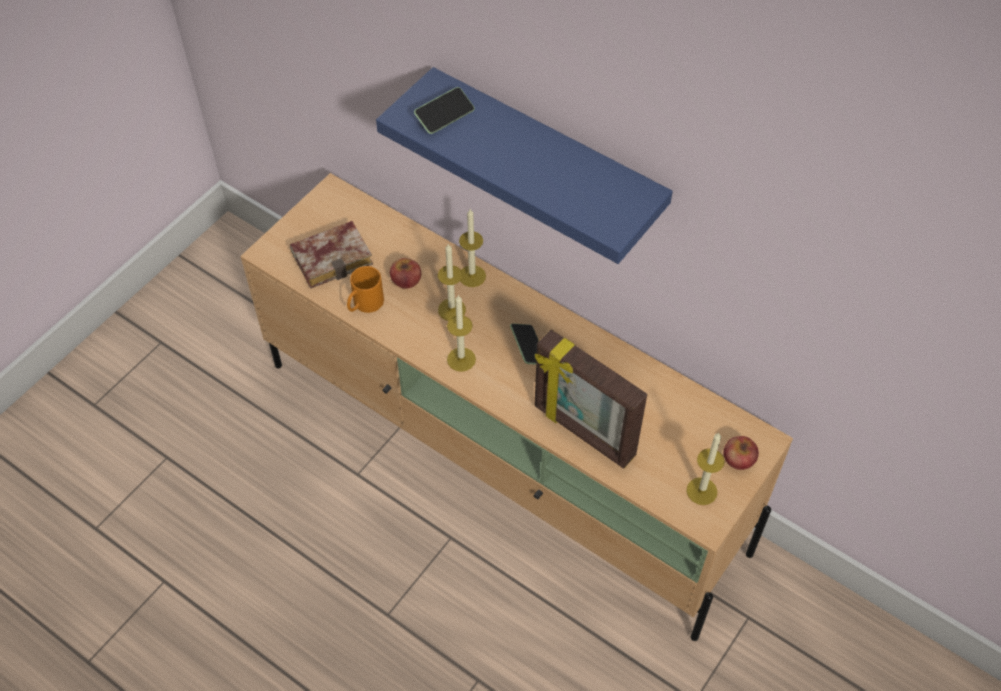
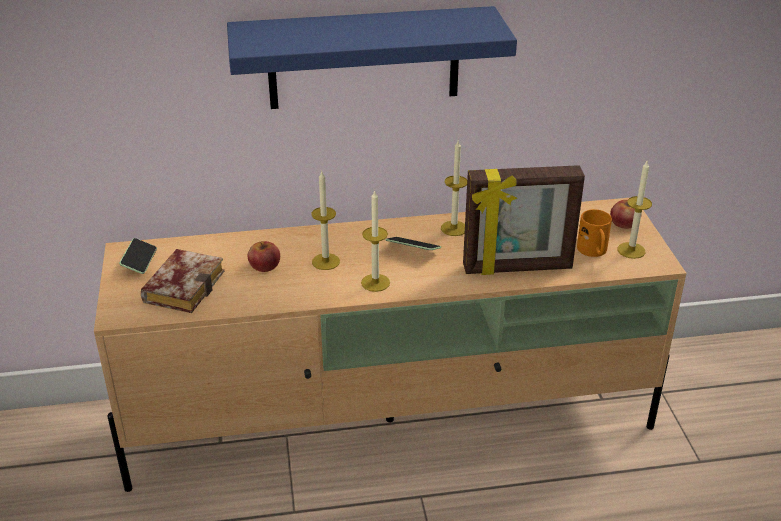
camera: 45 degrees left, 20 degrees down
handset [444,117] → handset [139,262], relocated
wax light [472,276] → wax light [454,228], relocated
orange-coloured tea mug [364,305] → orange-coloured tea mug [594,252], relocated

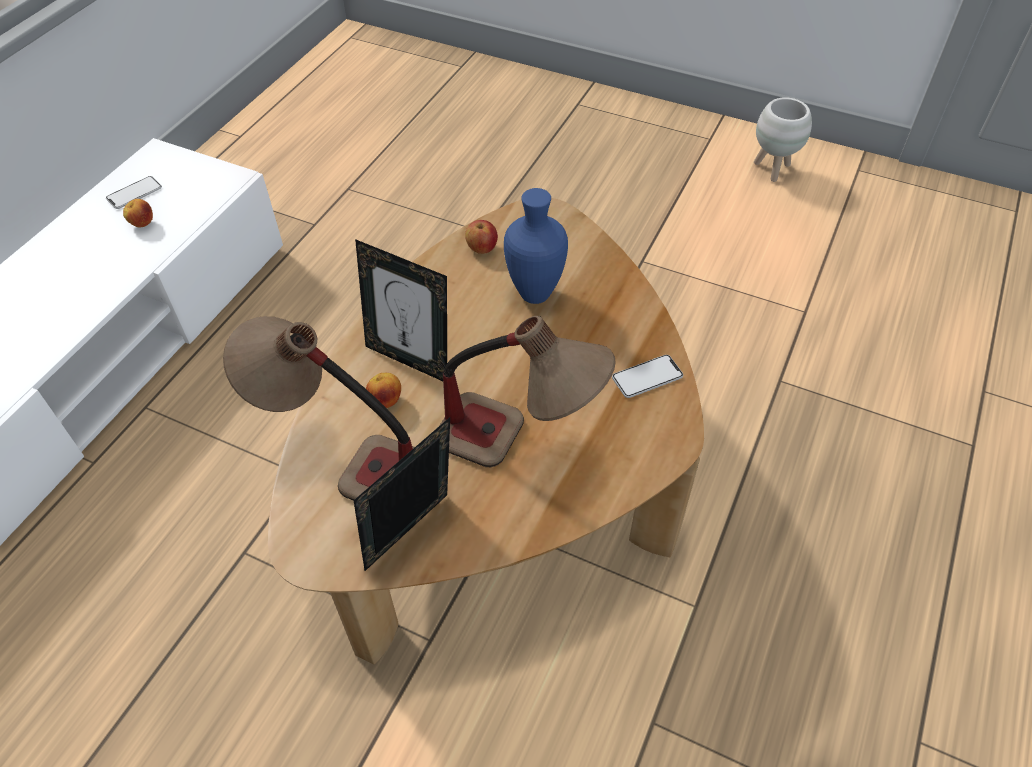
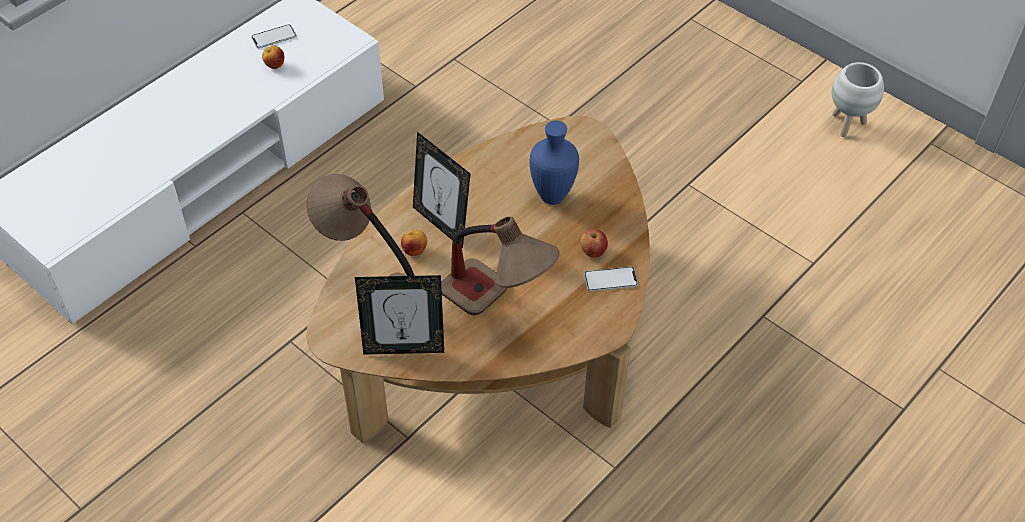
camera: 15 degrees right, 0 degrees up
picture frame [413,537] → picture frame [404,347], 150 degrees counterclockwise
whole apple [482,248] → whole apple [593,252], relocated

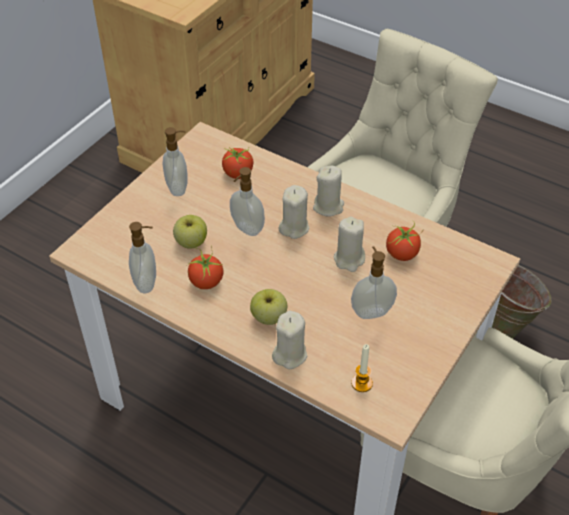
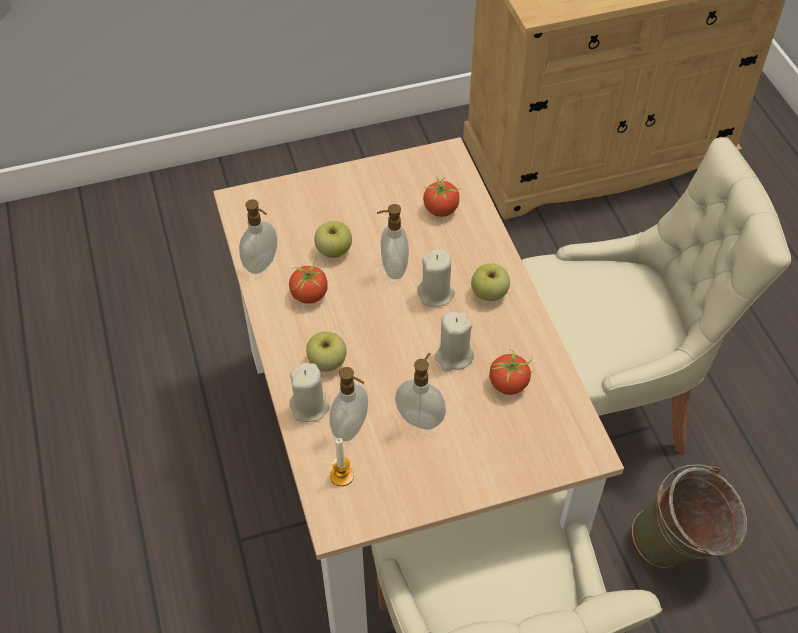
camera: 40 degrees right, 5 degrees up
soap bottle [178,188] → soap bottle [351,428], relocated
beige wax light [328,207] → whole apple [489,293]

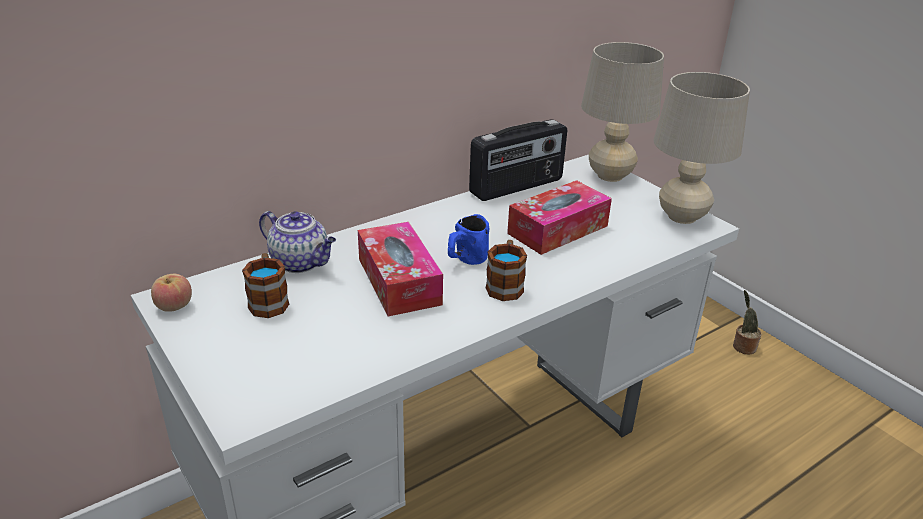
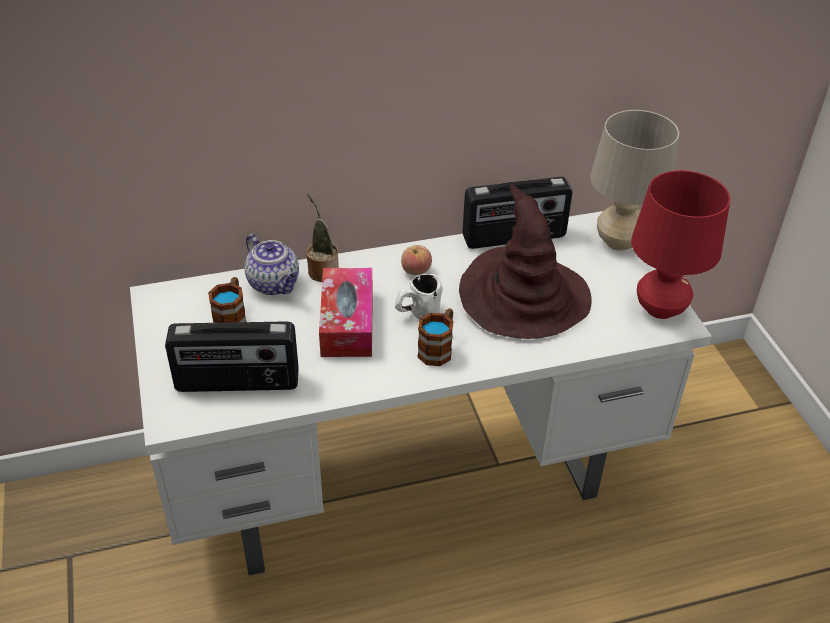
camera: 20 degrees right, 10 degrees up
- → radio set [237,383]
plant in a pot [742,346] → plant in a pot [322,270], relocated
bluish tea mug [465,260] → white tea mug [417,314]
whole apple [174,306] → whole apple [415,271], relocated
tissue holder [558,229] → brown wearable hat [523,297]
beige tabletop lamp [681,216] → red tabletop lamp [660,309]

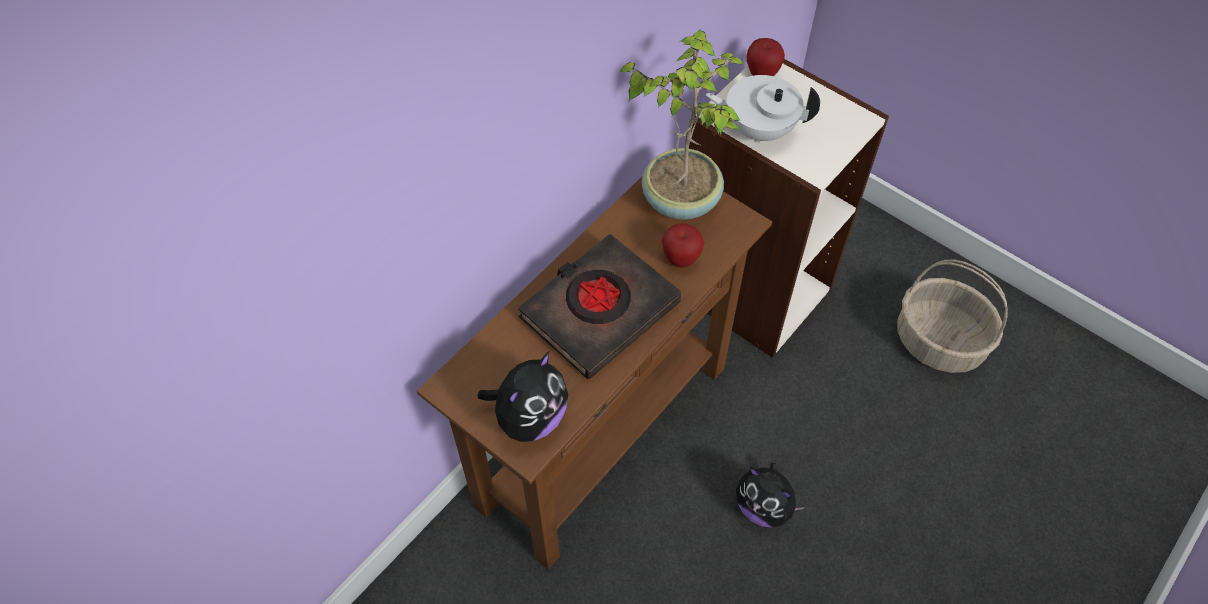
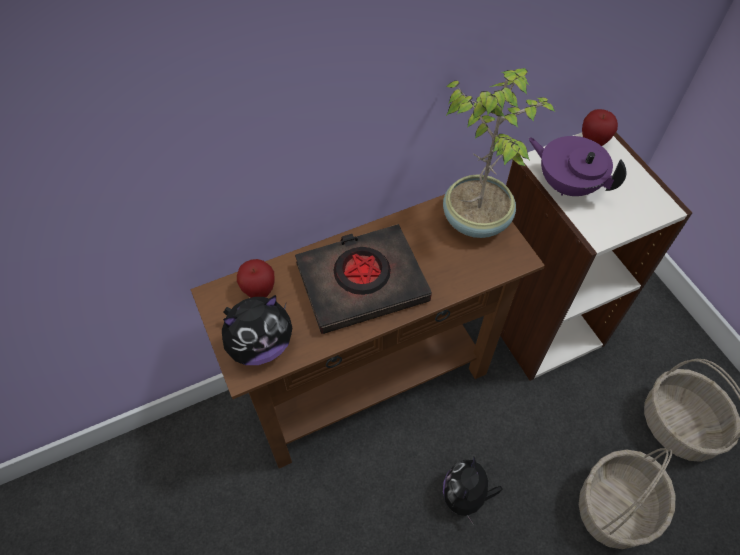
camera: 25 degrees right, 0 degrees up
whole apple [681,259] → whole apple [259,291], relocated
plush toy [764,507] → plush toy [465,496], 45 degrees clockwise
white pot for tea [758,129] → purple-coloured pot for tea [567,184]
- → storage basket [614,506]

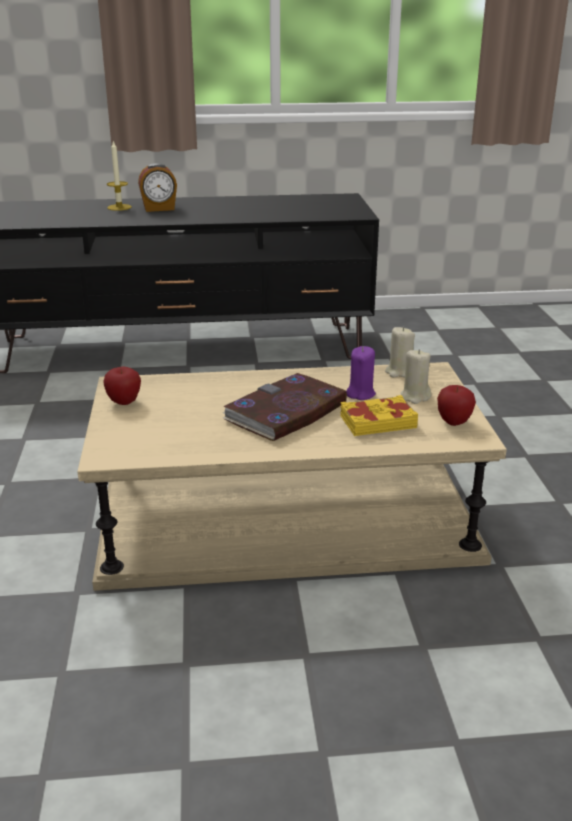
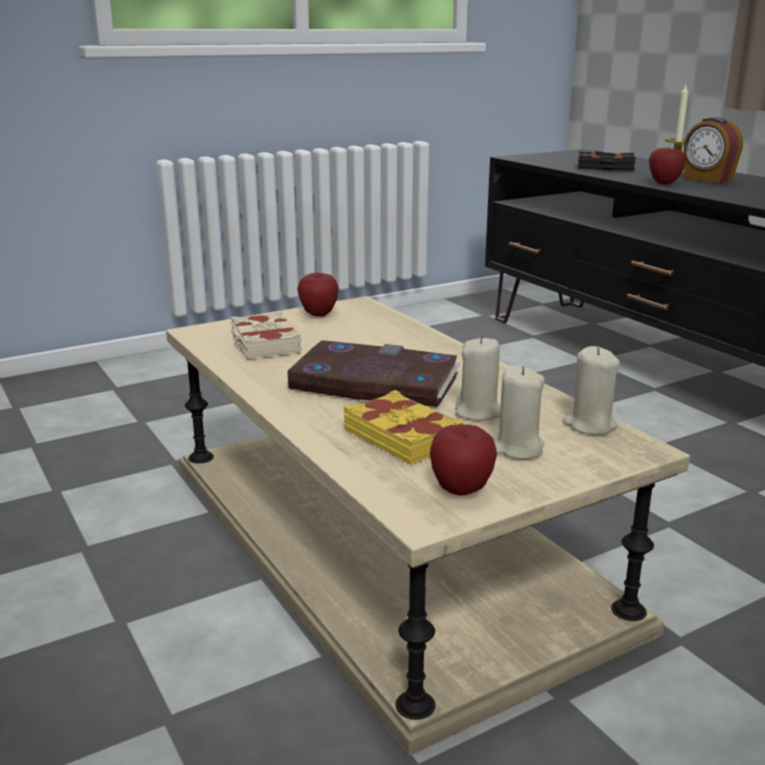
camera: 65 degrees right, 5 degrees down
- → beige bound book [264,344]
purple-coloured wax light [360,394] → beige wax light [479,412]
- → black bound book [605,168]
- → whole apple [664,183]

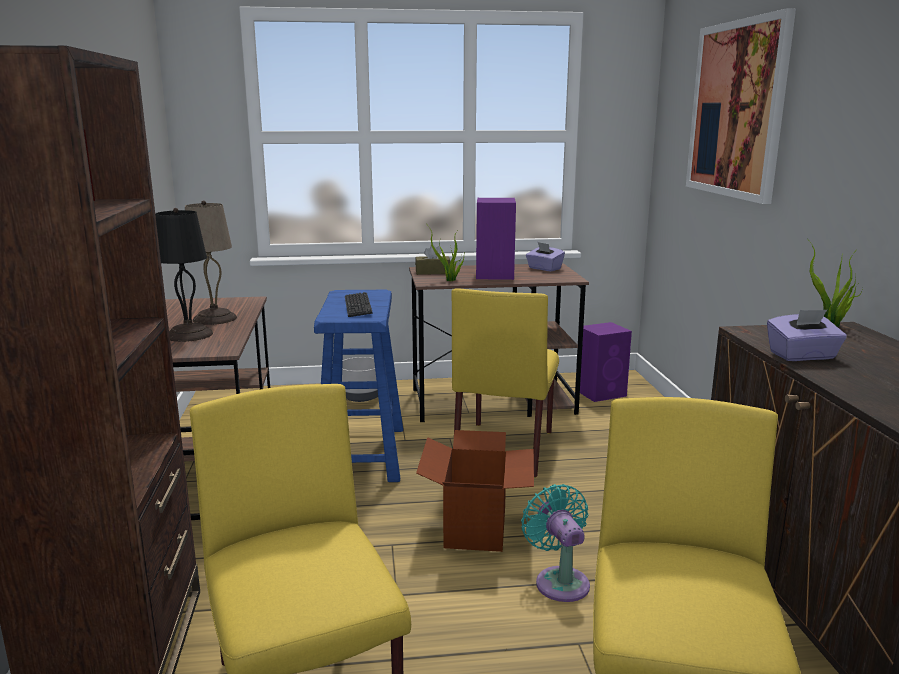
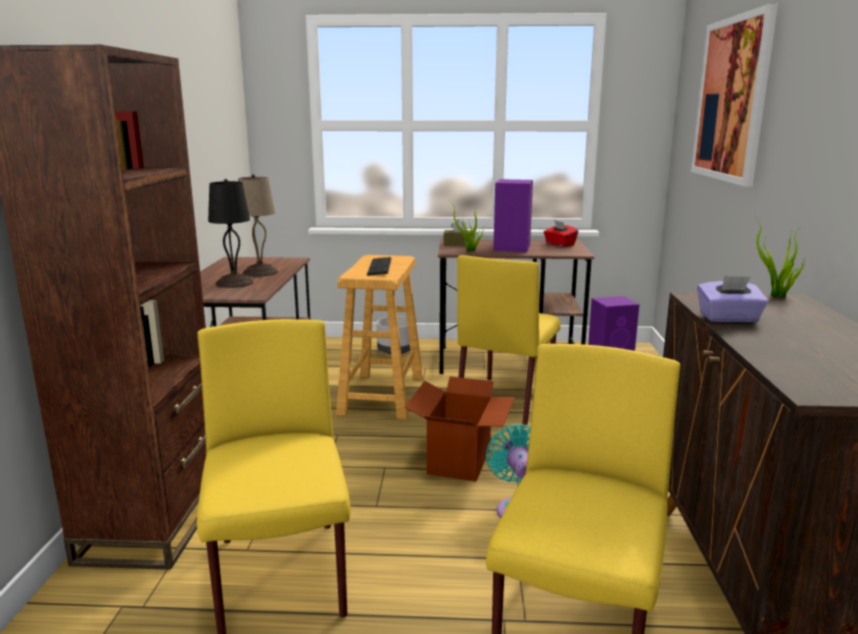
camera: 10 degrees right, 0 degrees up
bluish stool [361,454] → beige stool [382,396]
purple-coloured tissue holder [544,268] → red tissue holder [559,244]

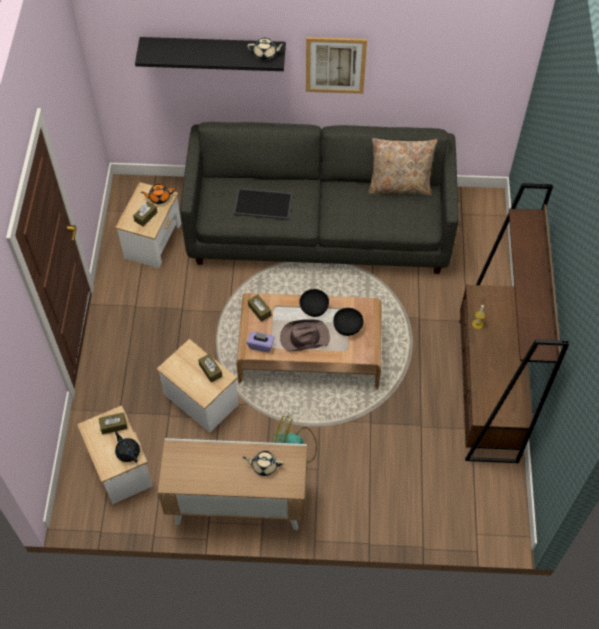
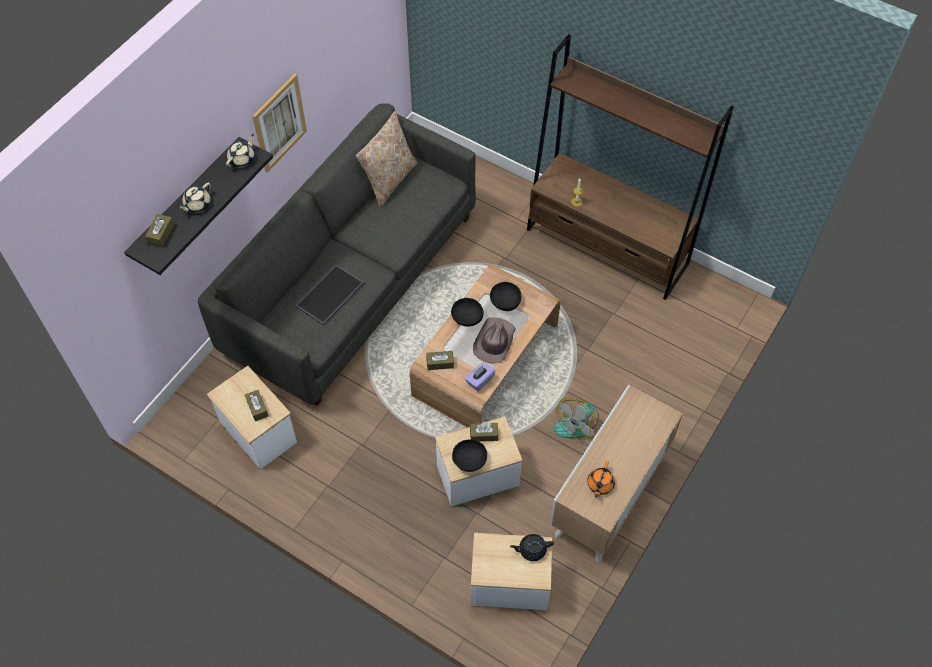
camera: 60 degrees left, 0 degrees up
brown tissue holder [113,425] → brown tissue holder [161,234], relocated
beige pot for tea [264,465] → beige pot for tea [197,205], relocated
- → black serving bowl [469,461]
orange-coloured pot for tea [159,198] → orange-coloured pot for tea [600,484], relocated

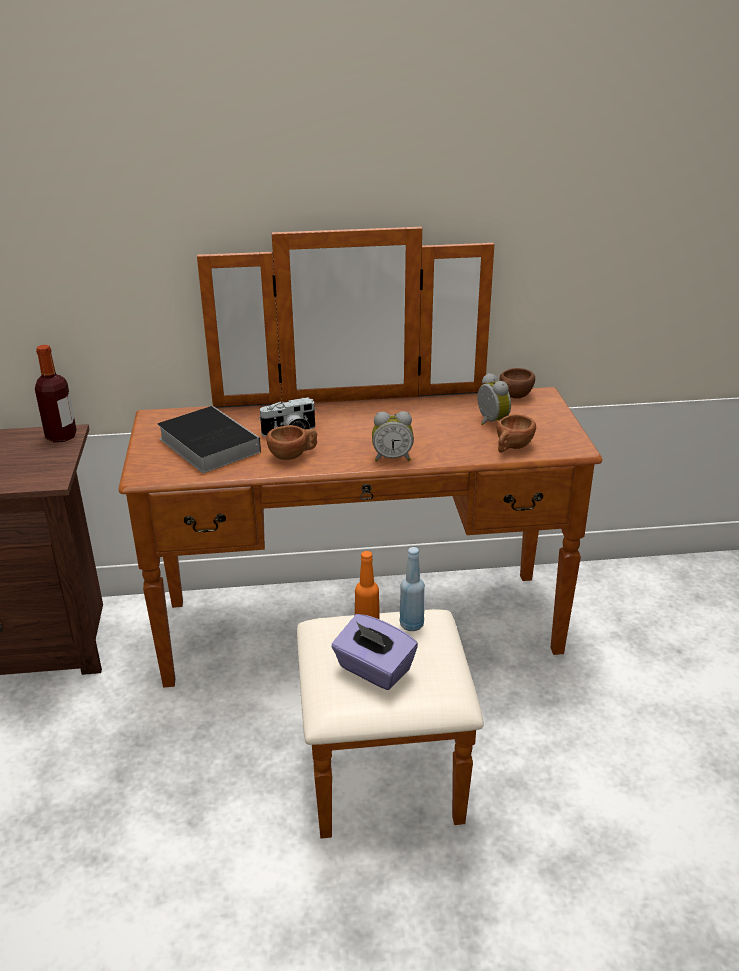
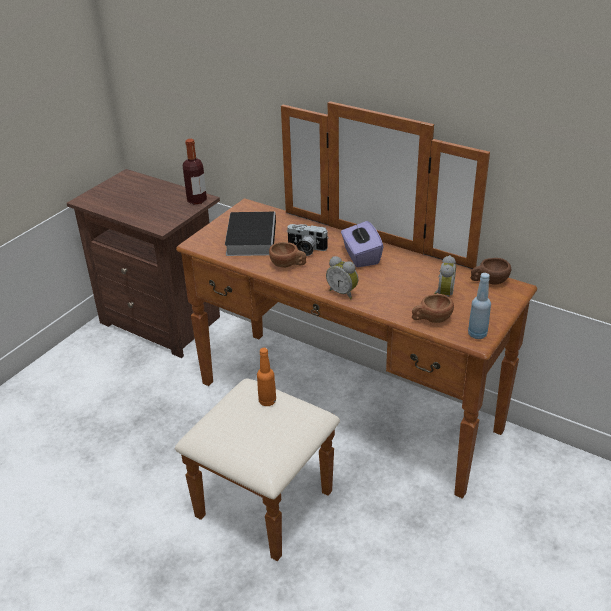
camera: 40 degrees right, 5 degrees up
purple-coloured tissue holder [373,670] → purple-coloured tissue holder [361,256], relocated
bluish drink bottle [411,624] → bluish drink bottle [477,334], relocated

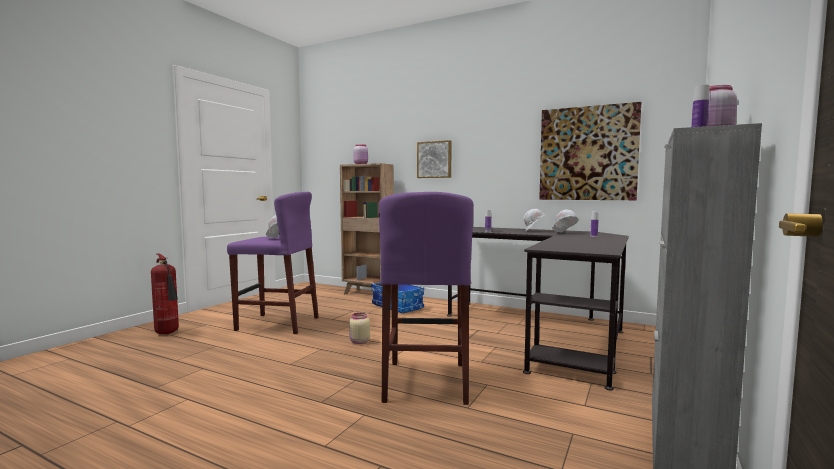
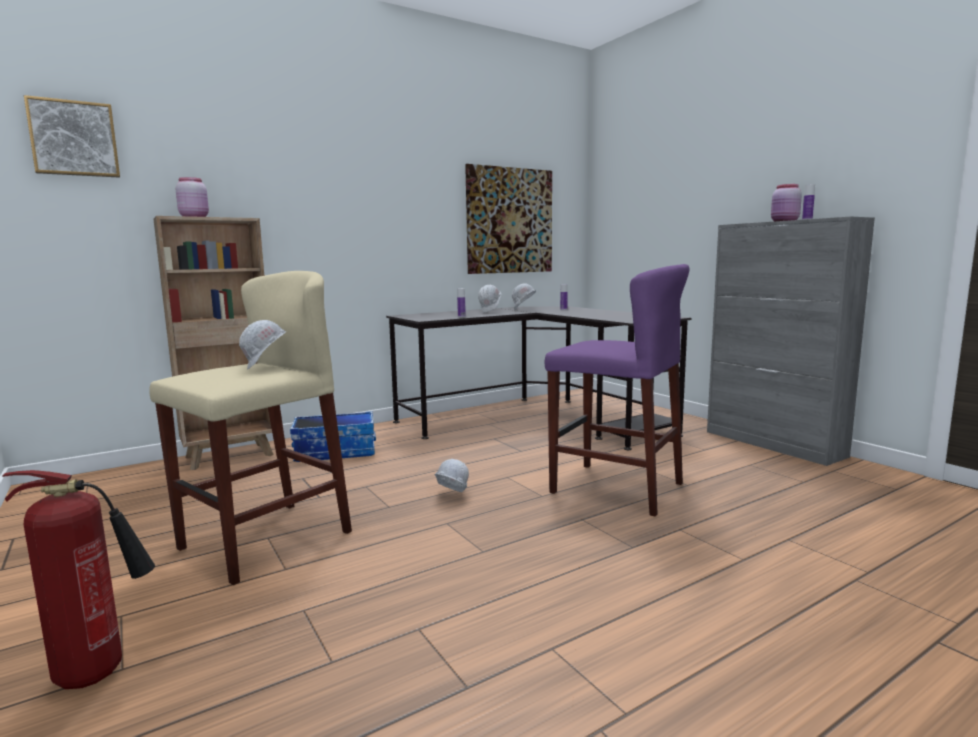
camera: 60 degrees left, 5 degrees up
wall picture [434,159] → wall picture [74,139], relocated
purple-coloured stool [277,324] → beige stool [265,540]
beige preserve jar [359,342] → white work helmet [451,497]

